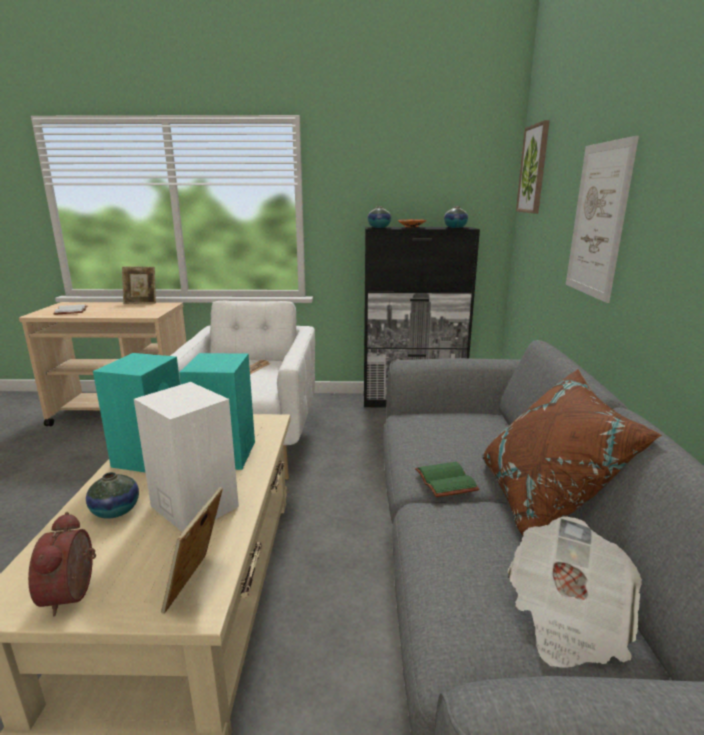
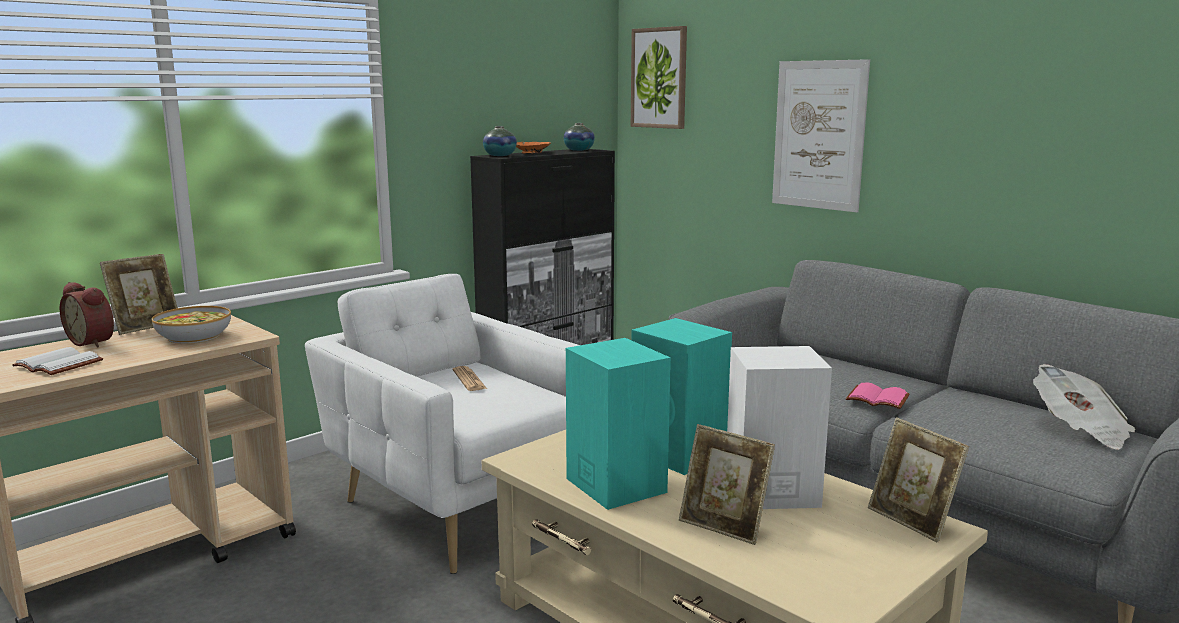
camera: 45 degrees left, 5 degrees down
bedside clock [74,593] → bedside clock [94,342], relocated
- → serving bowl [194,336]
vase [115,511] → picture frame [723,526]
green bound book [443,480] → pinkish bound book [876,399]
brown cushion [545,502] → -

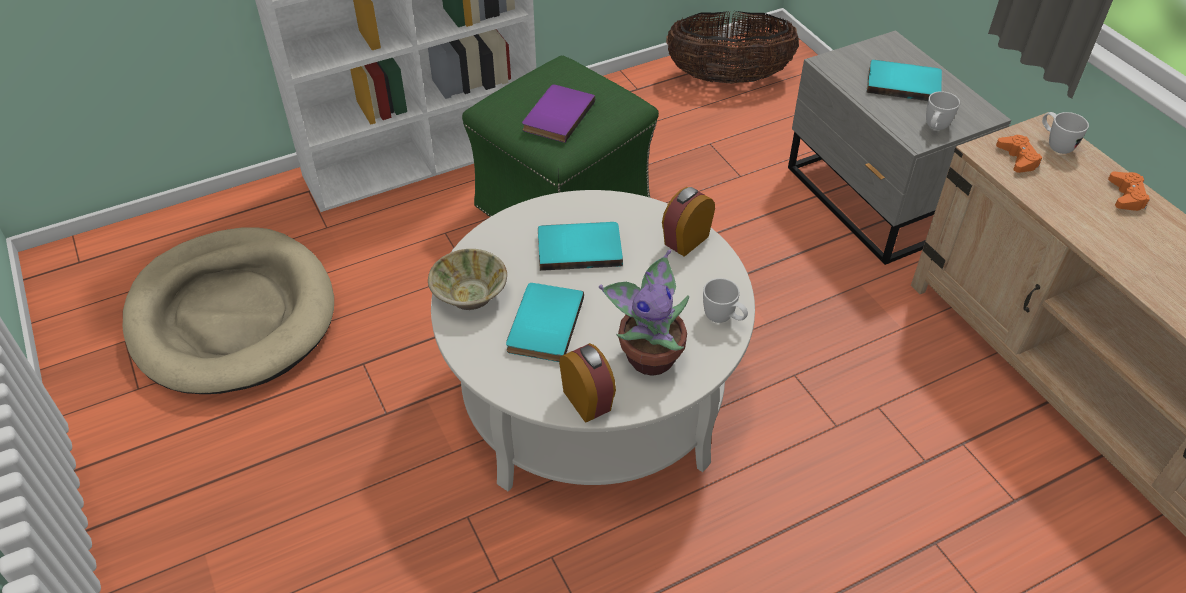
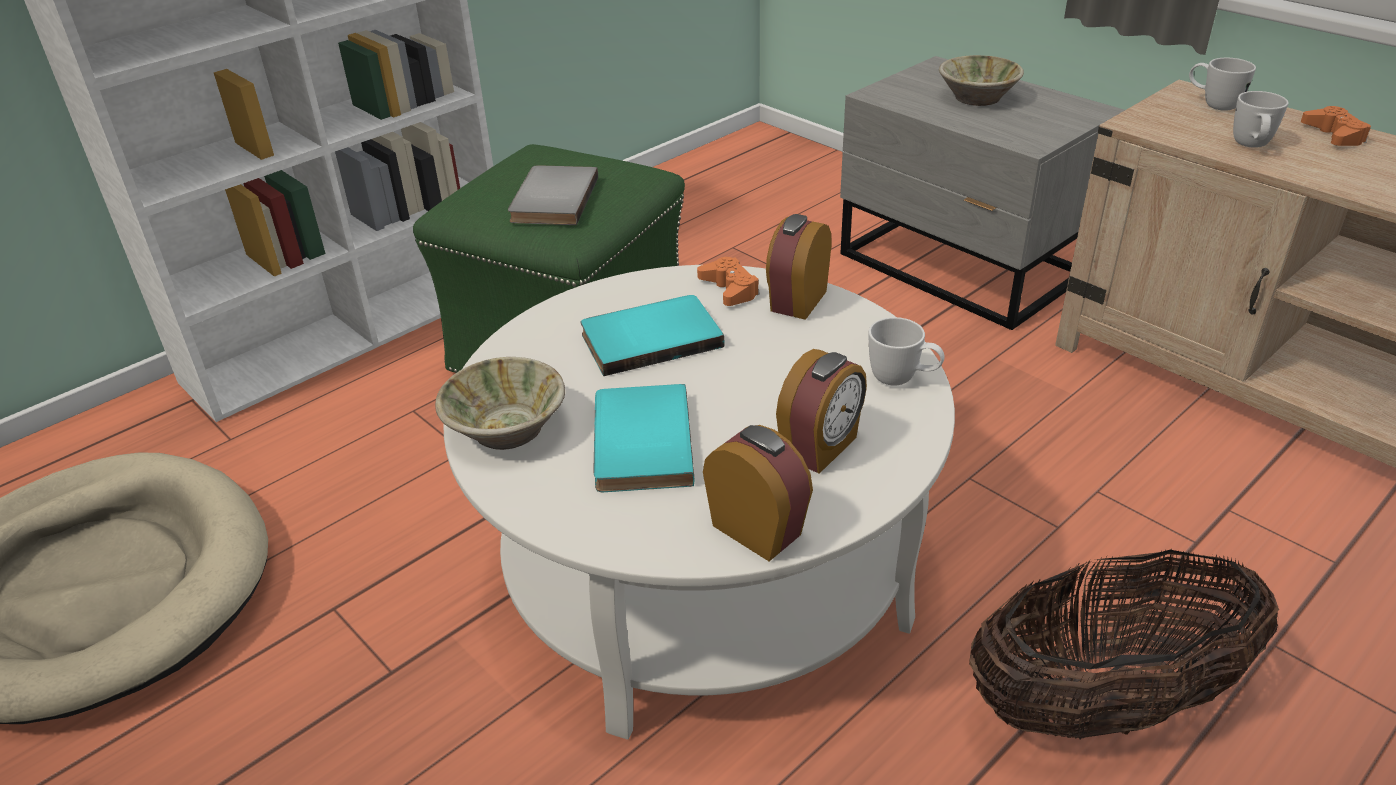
camera: 15 degrees left, 10 degrees down
purple-coloured bound book [556,115] → gray bound book [551,199]
orange-coloured joypad [1018,158] → orange-coloured joypad [729,289], relocated
plant in a pot [649,355] → bedside clock [820,447]
blue-green bound book [903,82] → beige serving bowl [977,97]
storage basket [728,78] → storage basket [1102,703], relocated
white tea mug [934,128] → white tea mug [1251,147], relocated

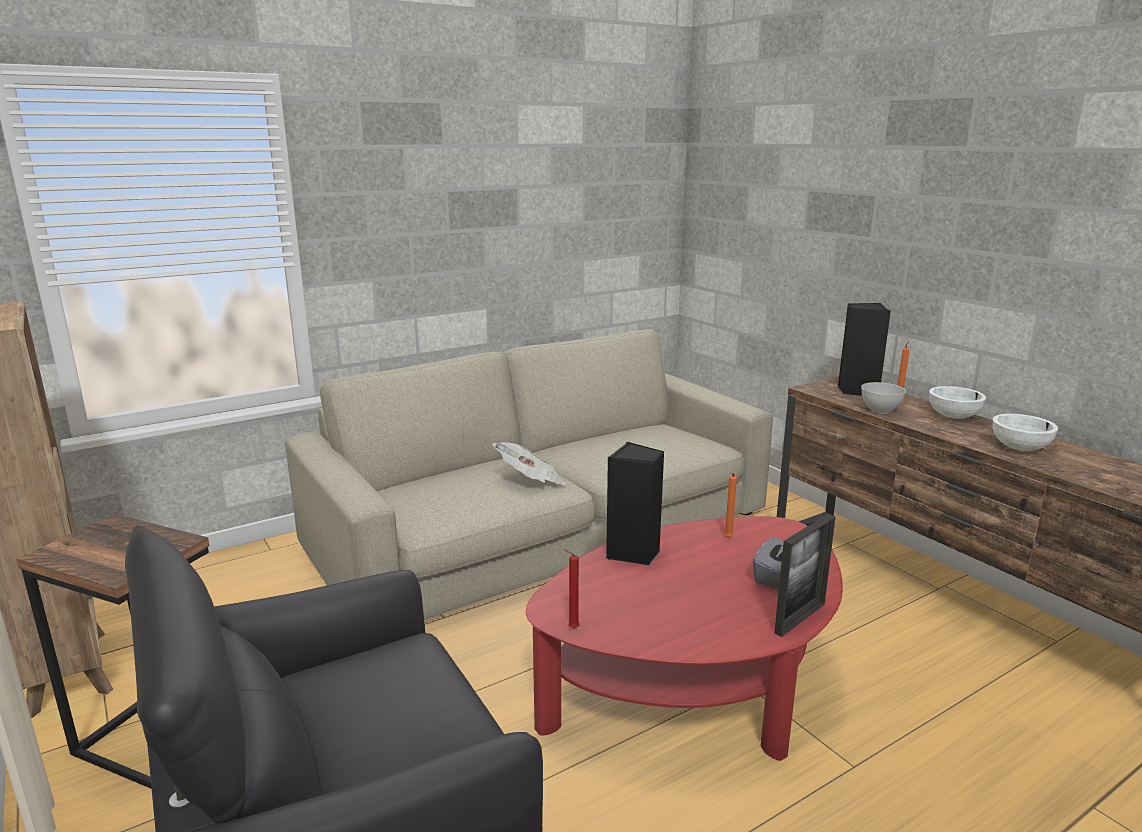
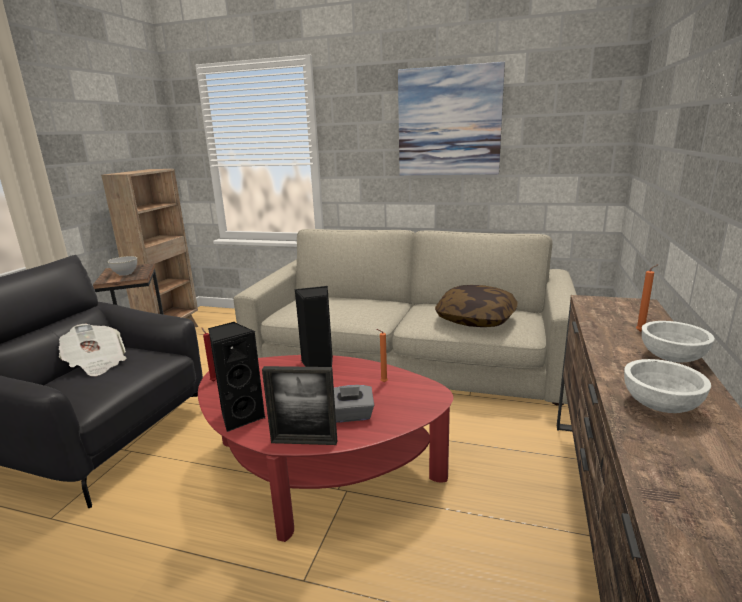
camera: 50 degrees right, 0 degrees up
printed paper [530,481] → printed paper [96,363], relocated
gray serving bowl [880,410] → gray serving bowl [125,273], relocated
black loudspeaker [857,391] → black loudspeaker [241,417], relocated
- → wall picture [449,122]
- → cushion [476,319]

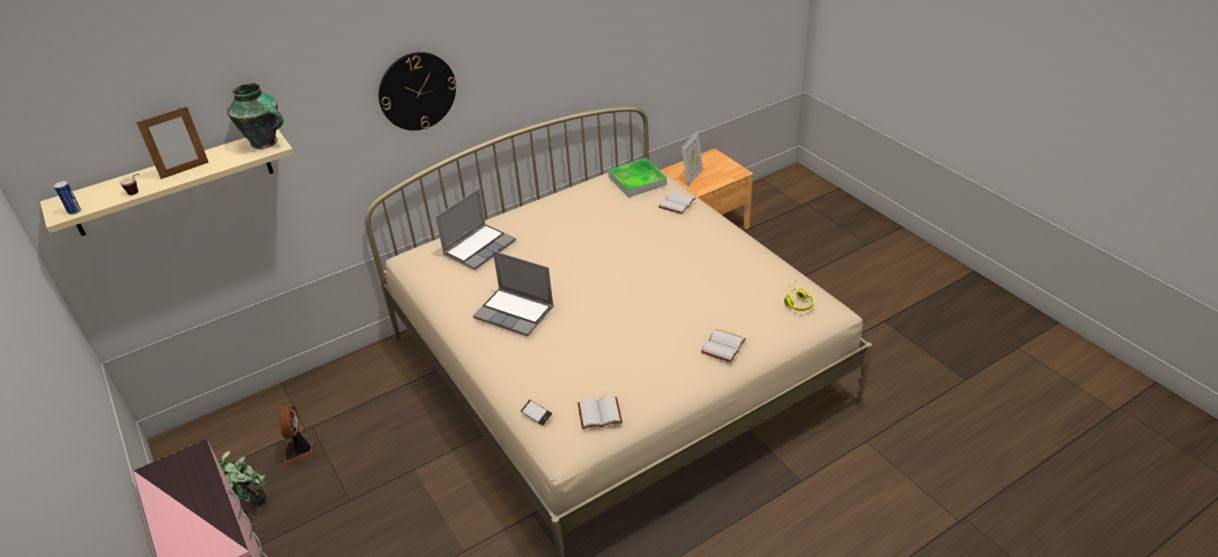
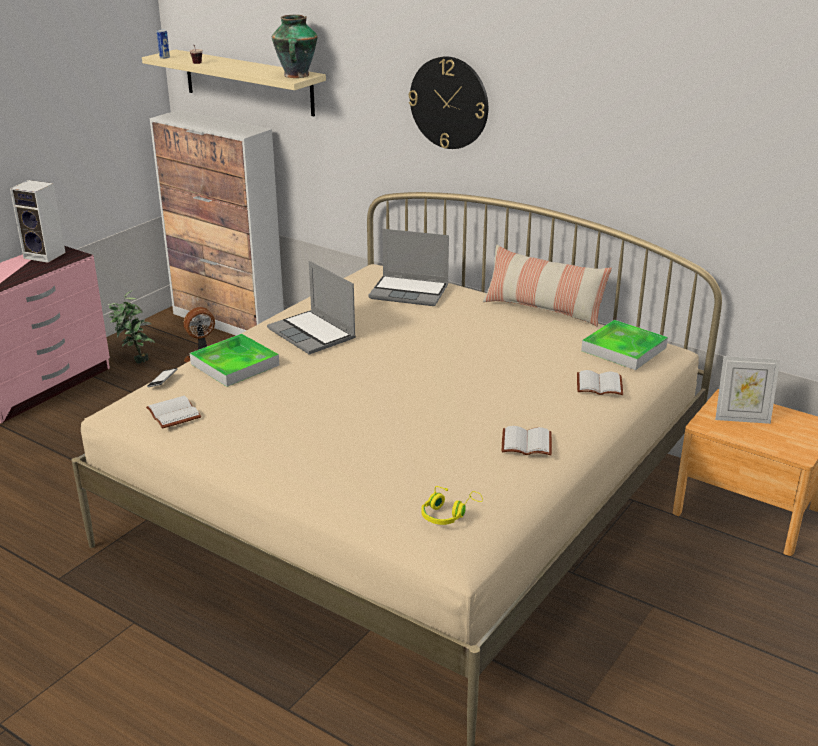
camera: 65 degrees right, 10 degrees down
- → loudspeaker [46,255]
- → cupboard [228,322]
- → tray [235,364]
laptop [515,312] → laptop [313,334], 45 degrees counterclockwise
- → cushion [543,309]
white bound book [724,347] → white bound book [525,444], relocated
picture frame [185,170] → -

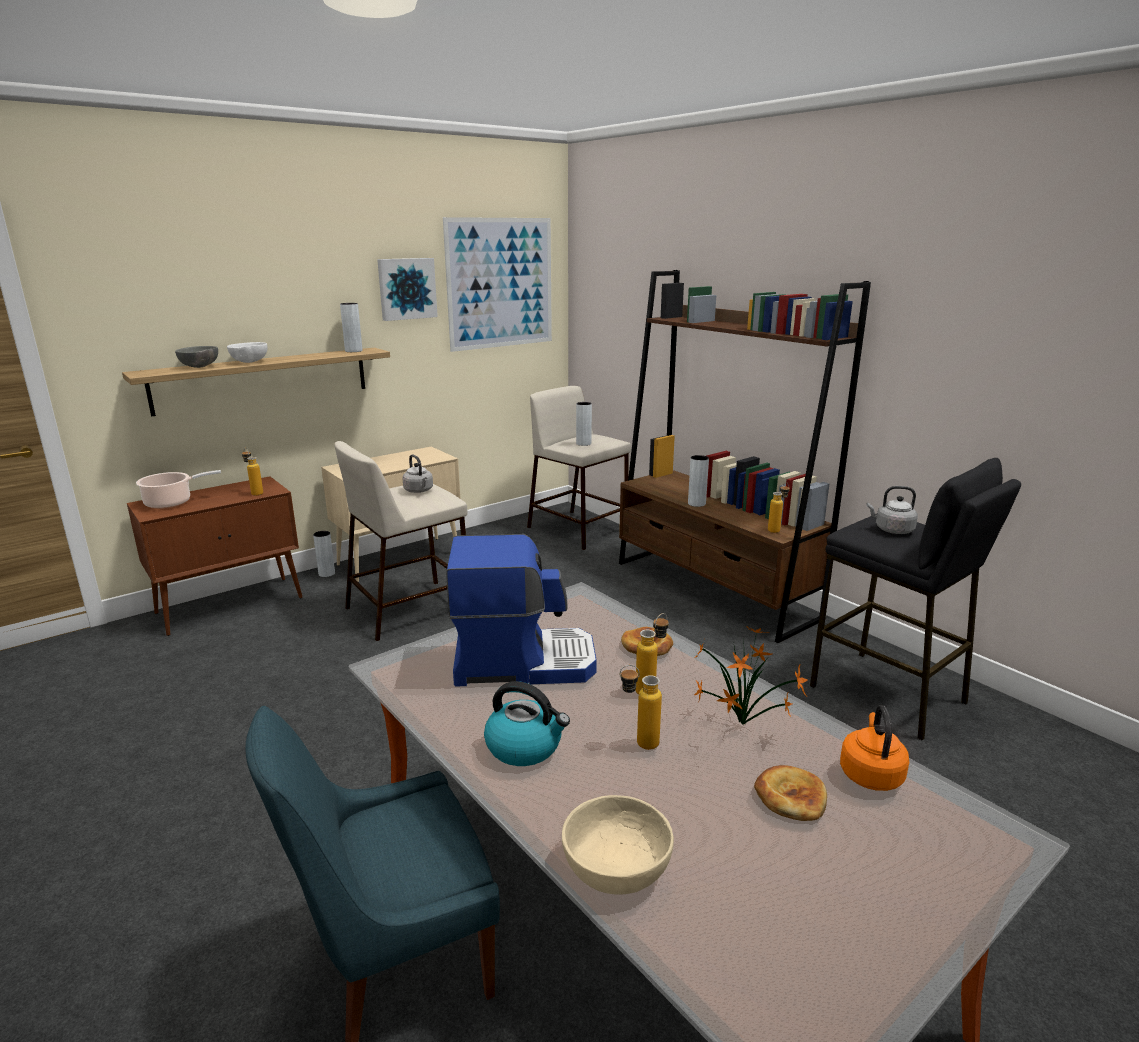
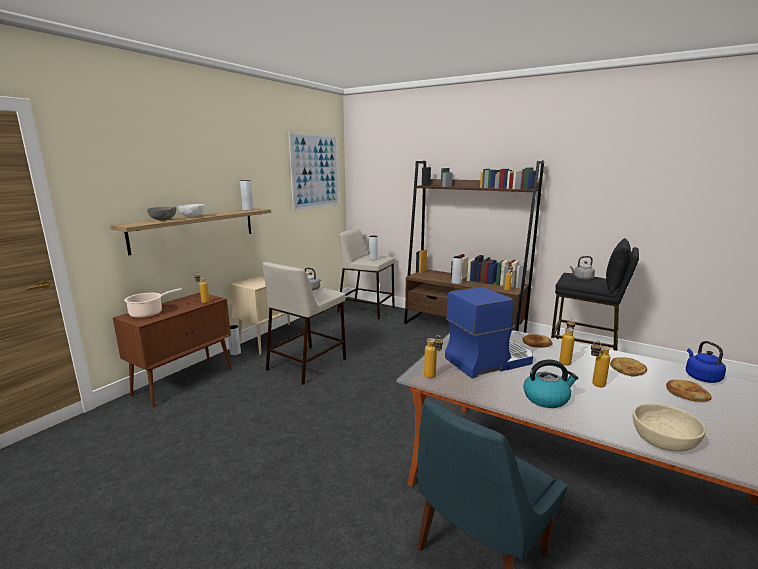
camera: 20 degrees left, 5 degrees down
- → drink bottle [433,377]
plant in a pot [745,726] → bakery bread [627,369]
orange-coloured tea kettle [870,773] → bluish tea kettle [701,377]
wall picture [406,288] → -

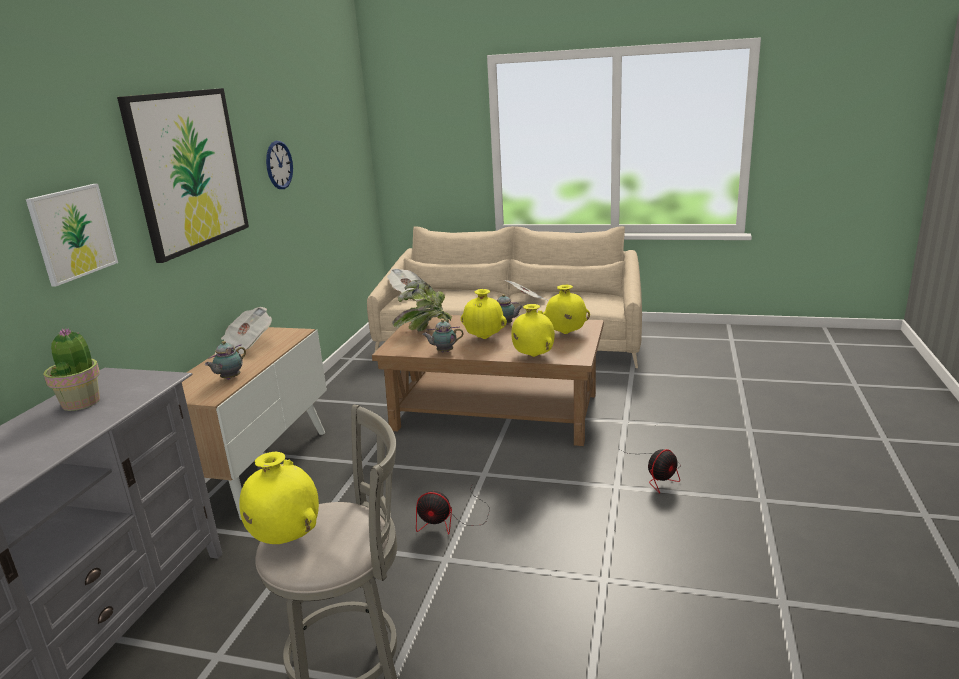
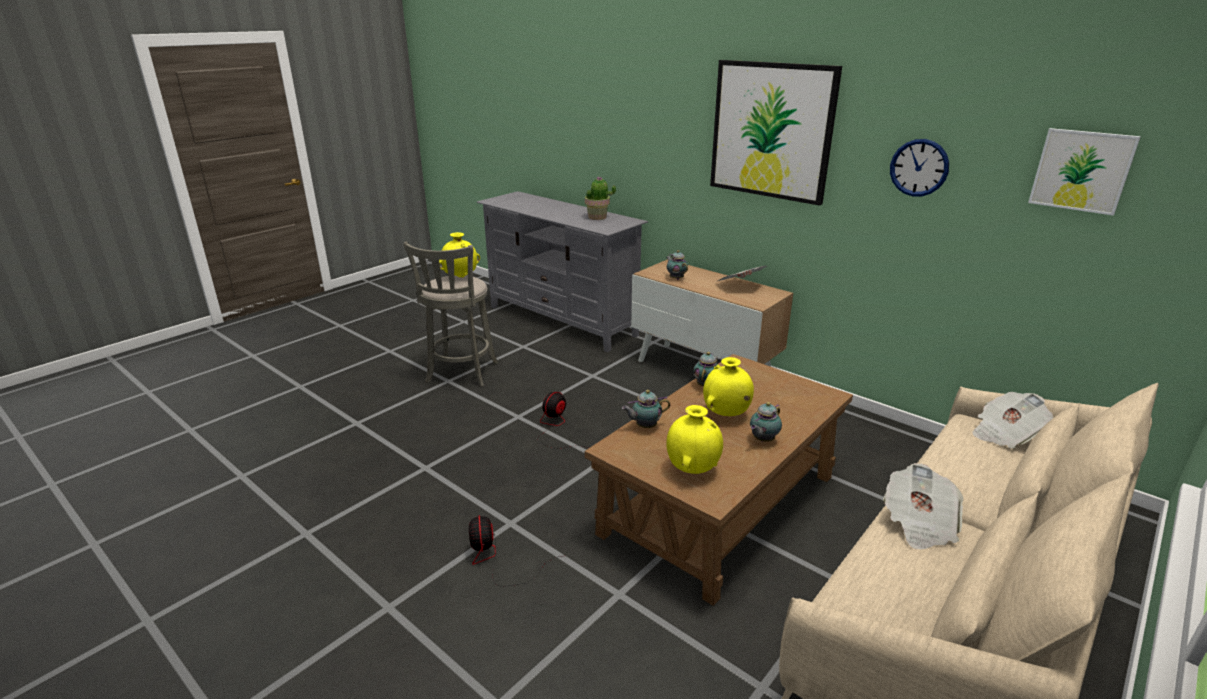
camera: 115 degrees right, 5 degrees up
yellow vase [533,356] → pot for tea [644,426]
wall picture [73,233] → wall picture [1081,171], relocated
plant in a pot [424,328] → -

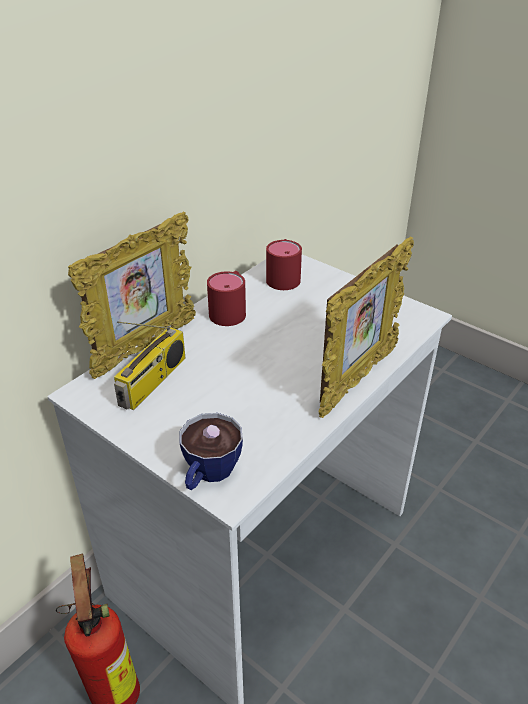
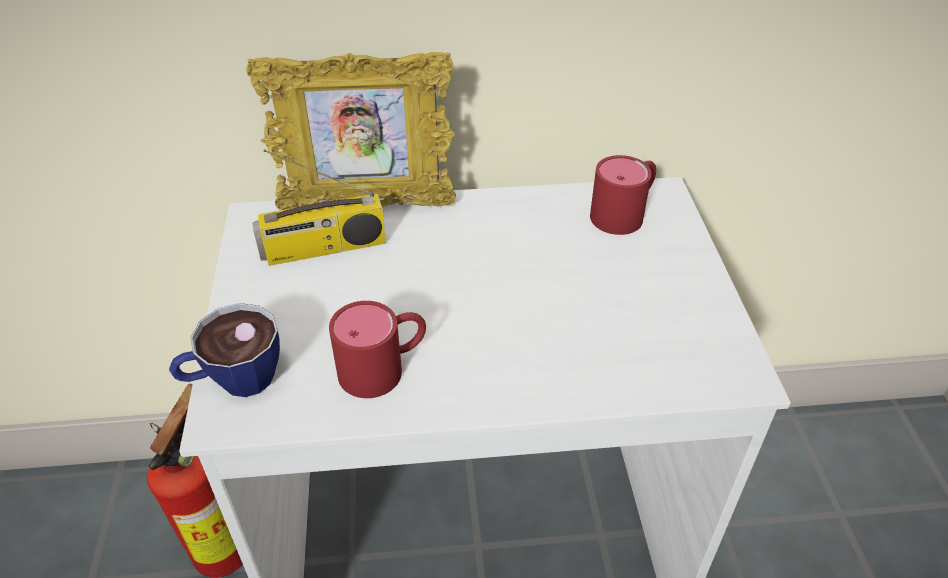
camera: 45 degrees right, 5 degrees up
red tea mug [230,310] → red tea mug [384,367], relocated
picture frame [357,380] → -

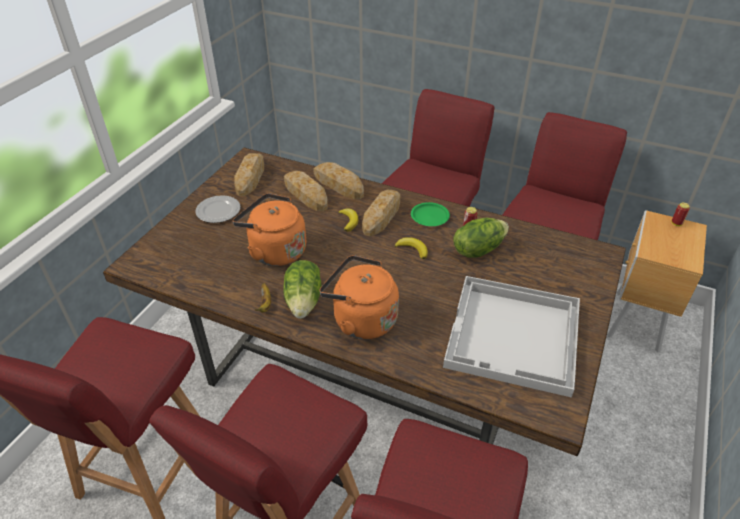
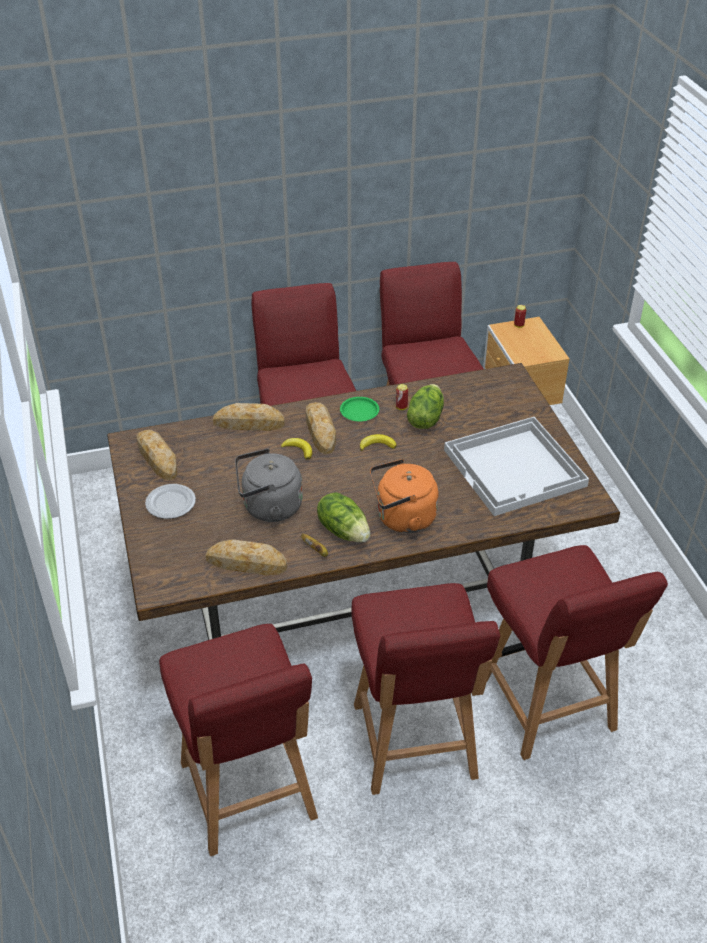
camera: 40 degrees left, 0 degrees up
bakery bread [305,194] → bakery bread [246,563], relocated
orange-coloured tea kettle [274,251] → gray tea kettle [268,507]

